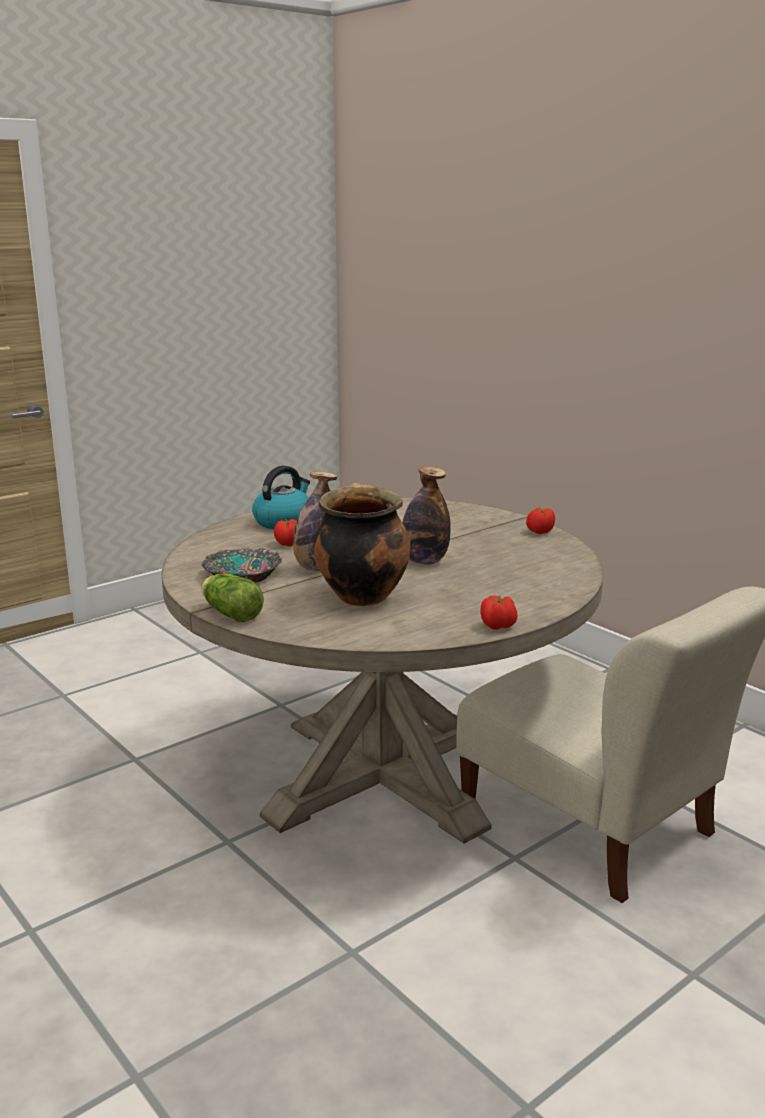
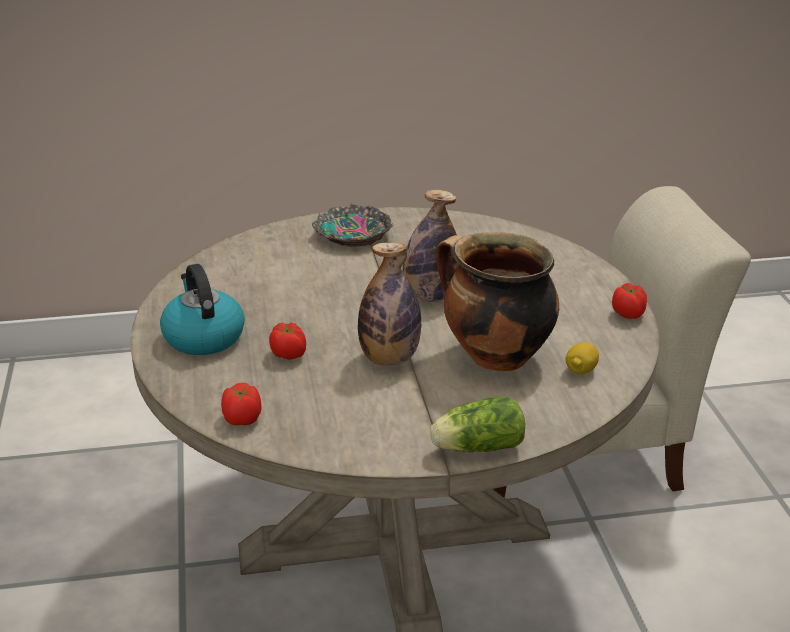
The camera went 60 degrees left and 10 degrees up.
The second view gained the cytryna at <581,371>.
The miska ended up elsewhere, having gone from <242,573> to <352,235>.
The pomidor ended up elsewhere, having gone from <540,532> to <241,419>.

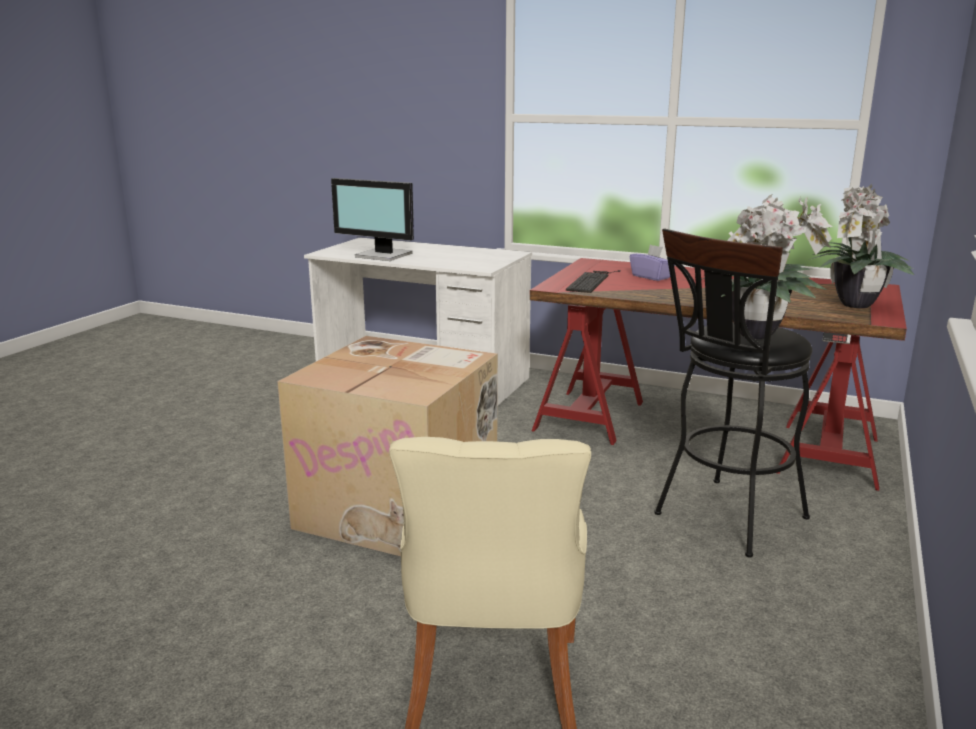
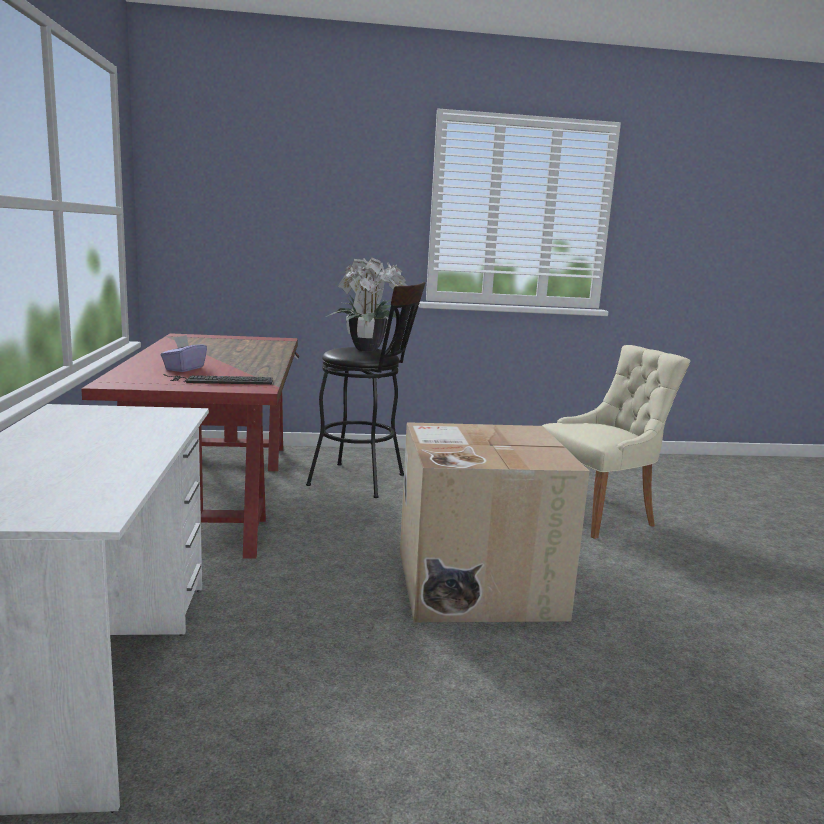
The camera went 120 degrees left and 5 degrees down.
The second view lost the monitor at <383,255>.
The second view lost the roślina doniczkowa at <853,305>.

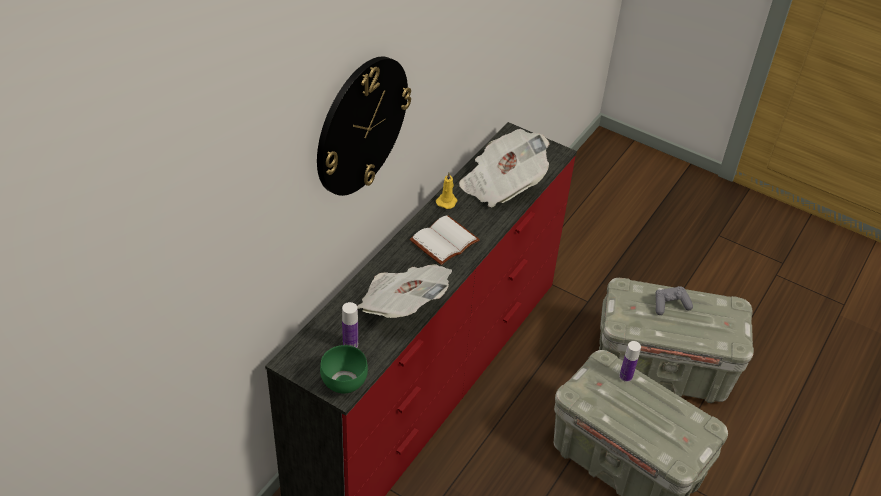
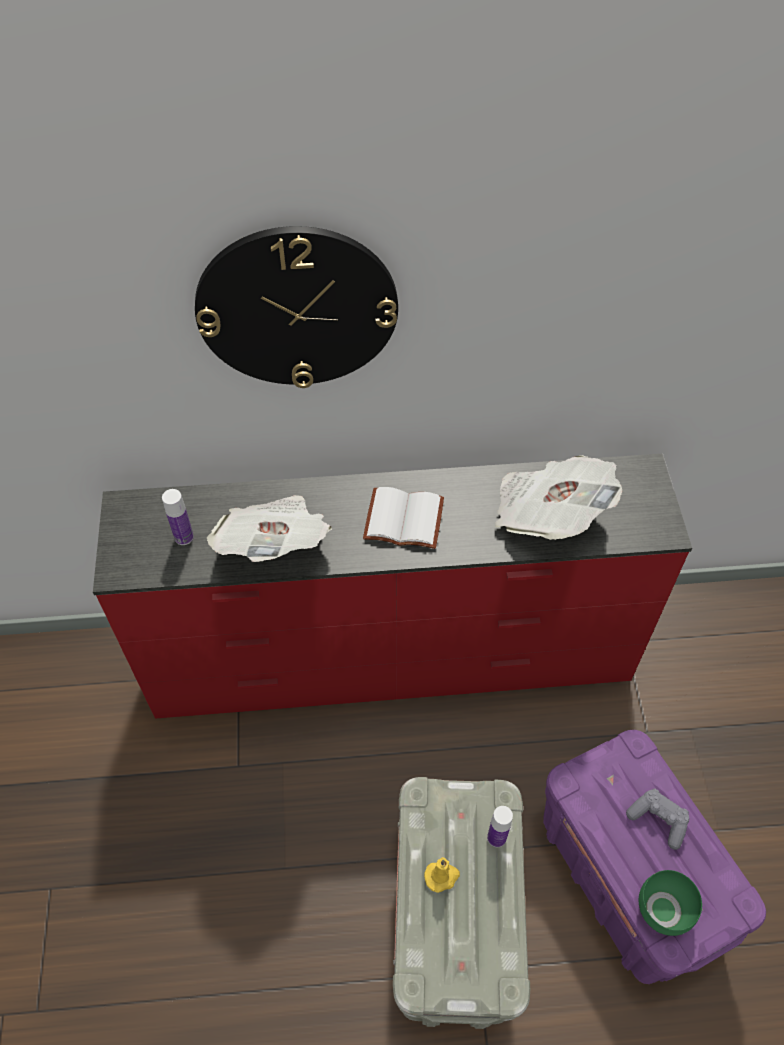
The camera went 55 degrees right and 10 degrees up.
The miska/zielony ended up elsewhere, having gone from <346,383> to <664,912>.
The świeca/żółty ended up elsewhere, having gone from <447,201> to <442,876>.
What was the pojemnik do przechowywania/szary at <663,369> turned into the pojemnik do przechowywania/fioletowy at <629,879>.

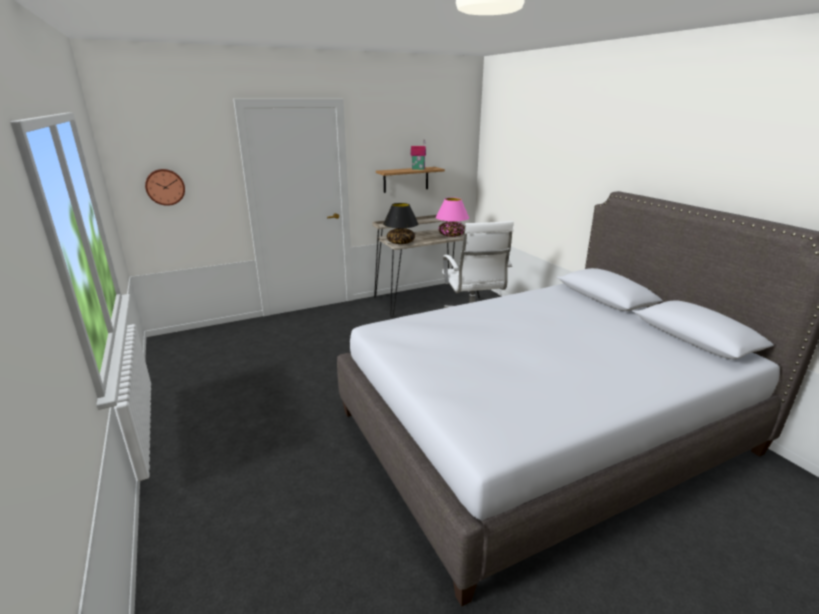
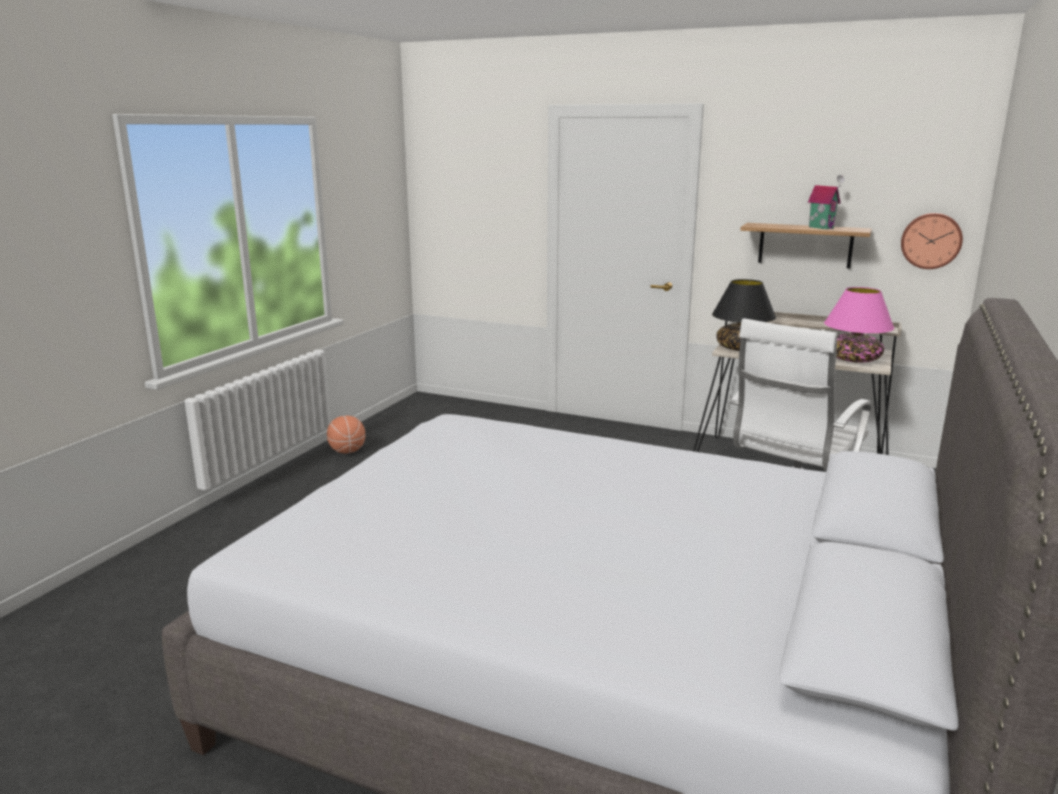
The camera went 50 degrees right and 5 degrees down.
The second view gained the piłka do koszykówki at <347,451>.
The zegar ścienny ended up elsewhere, having gone from <165,187> to <931,240>.

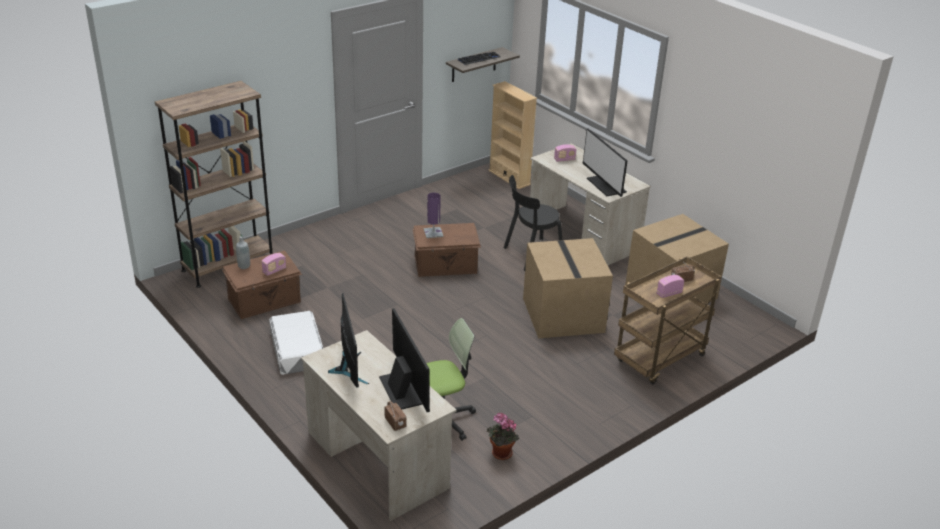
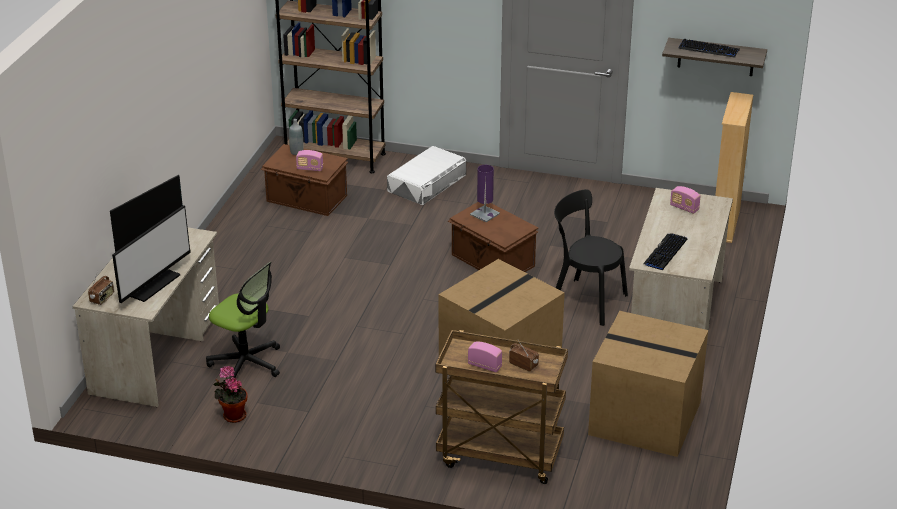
The camera went 55 degrees right and 0 degrees up.
The pojemnik do przechowywania/biały ended up elsewhere, having gone from <297,349> to <426,182>.
Where the monitor stood at <605,185>, the klawiatura came to stand at <665,252>.

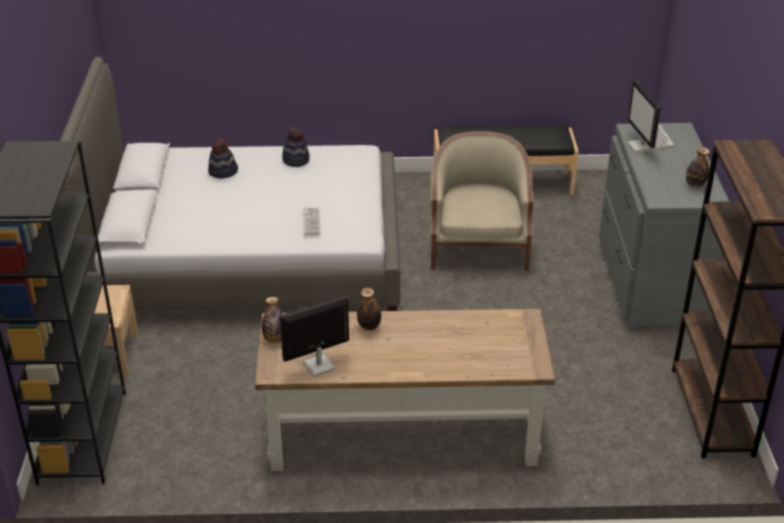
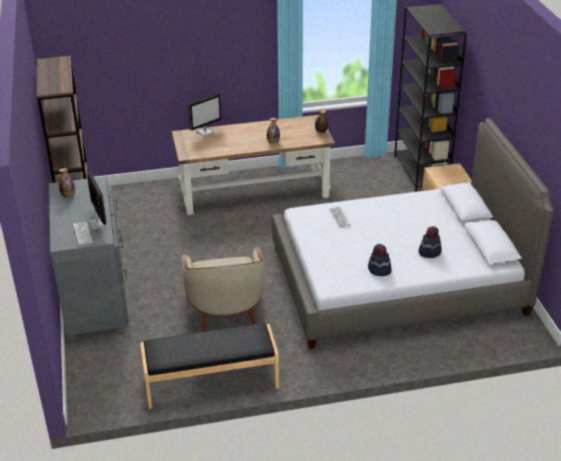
The camera went 170 degrees right and 0 degrees up.
The monitor ended up elsewhere, having gone from <318,365> to <205,132>.

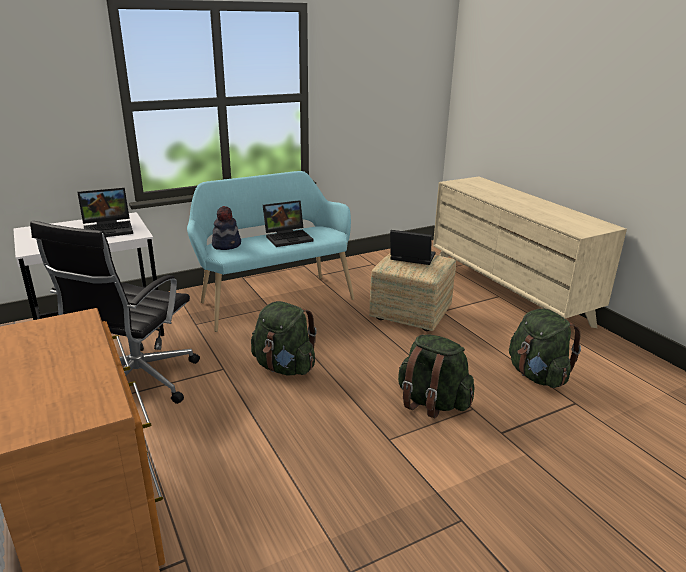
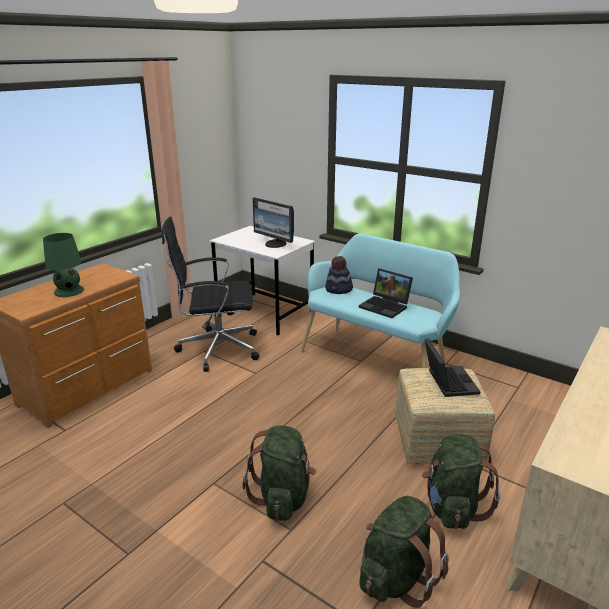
The camera went 65 degrees right and 0 degrees up.
The second view gained the lampa stołowa/zielony at <69,291>.
The plecak/zielony ended up elsewhere, having gone from <284,367> to <452,507>.
Where the laptop stood at <109,229>, the monitor came to stand at <275,244>.

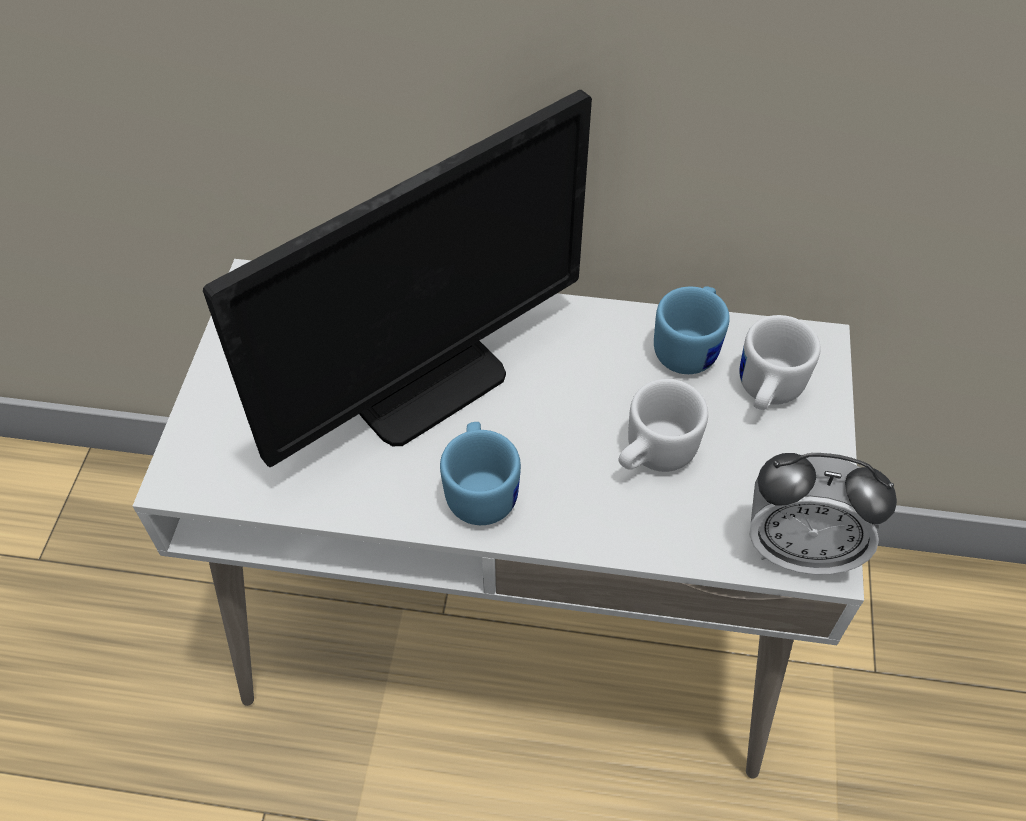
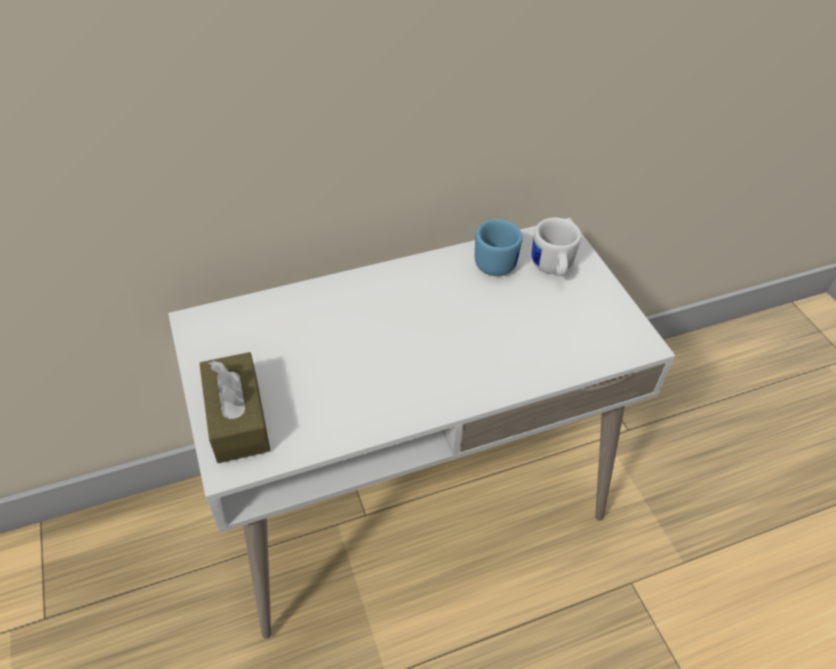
The camera went 30 degrees left and 5 degrees down.
The second view lost the monitor at <425,383>.
The second view lost the kubek/niebieski at <481,489>.
The second view lost the kubek/biały at <652,454>.
The second view lost the budzik at <799,549>.
The second view gained the pudełko chusteczek/brązowy at <237,418>.

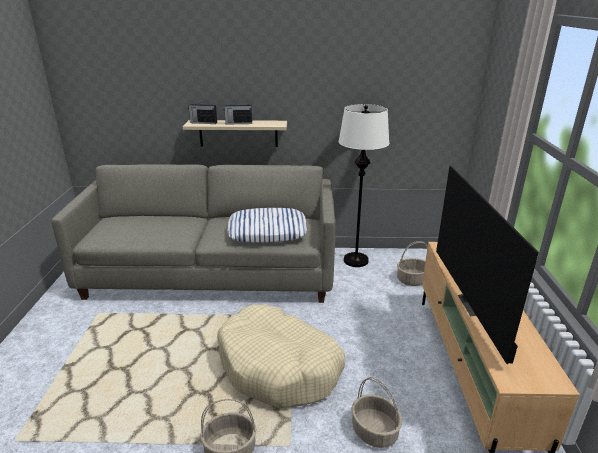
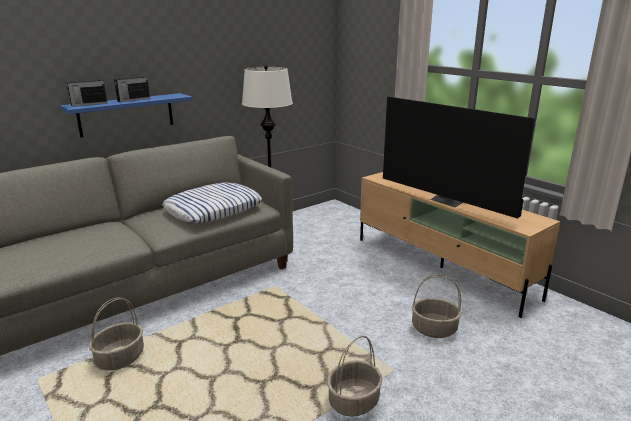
The camera went 40 degrees left and 5 degrees down.
The second view lost the legowisko/beżowy at <279,367>.
The koszyk ended up elsewhere, having gone from <412,280> to <120,358>.
What was the półka/beżowy at <238,133> turned into the półka/niebieski at <126,114>.

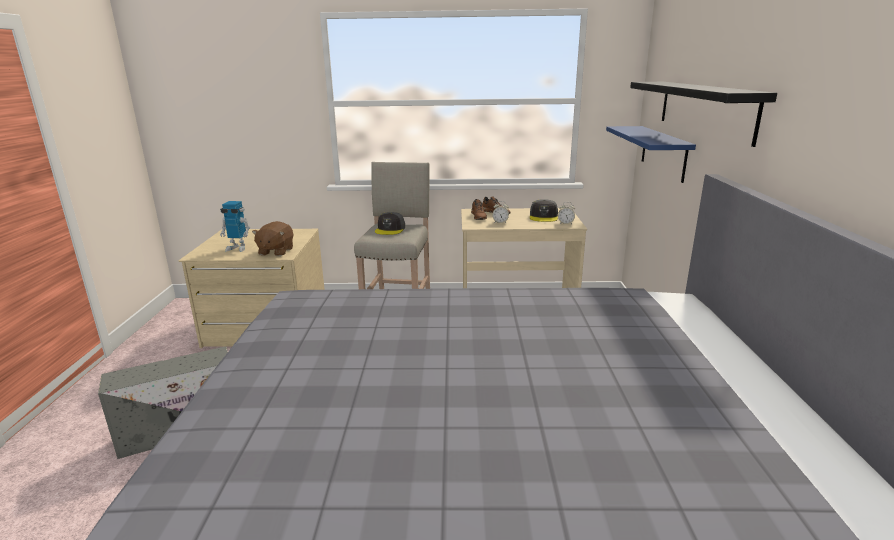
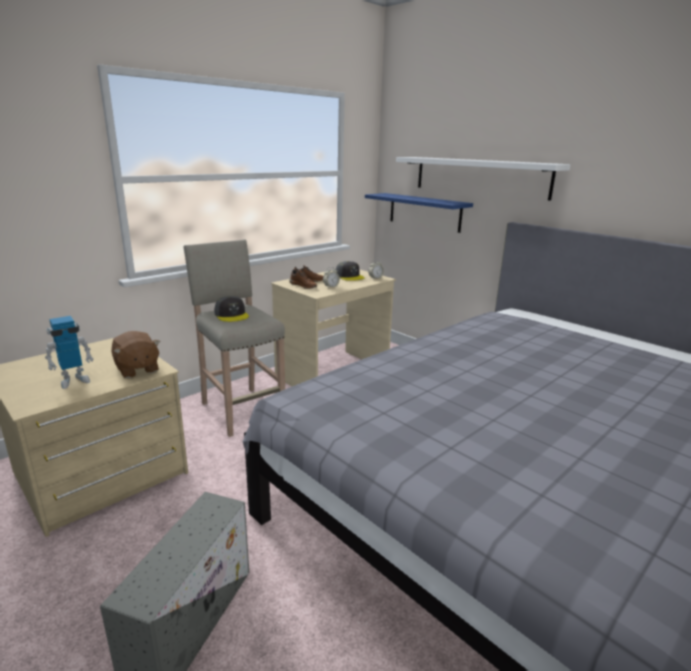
The camera went 45 degrees left and 0 degrees up.
What was the półka/czarny at <704,108> turned into the półka/biały at <480,176>.

